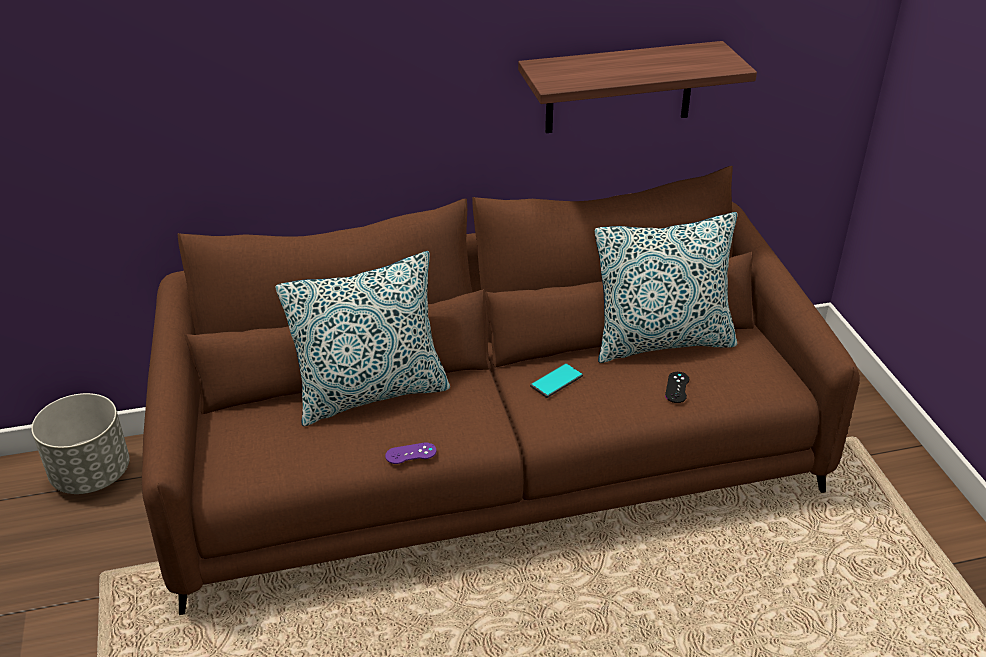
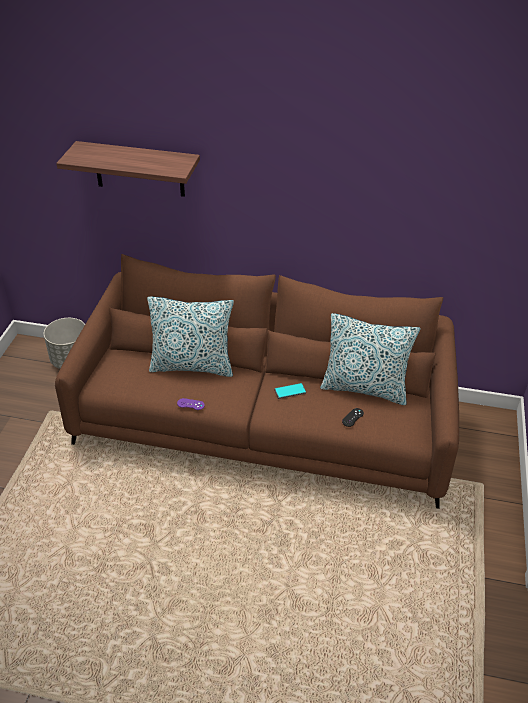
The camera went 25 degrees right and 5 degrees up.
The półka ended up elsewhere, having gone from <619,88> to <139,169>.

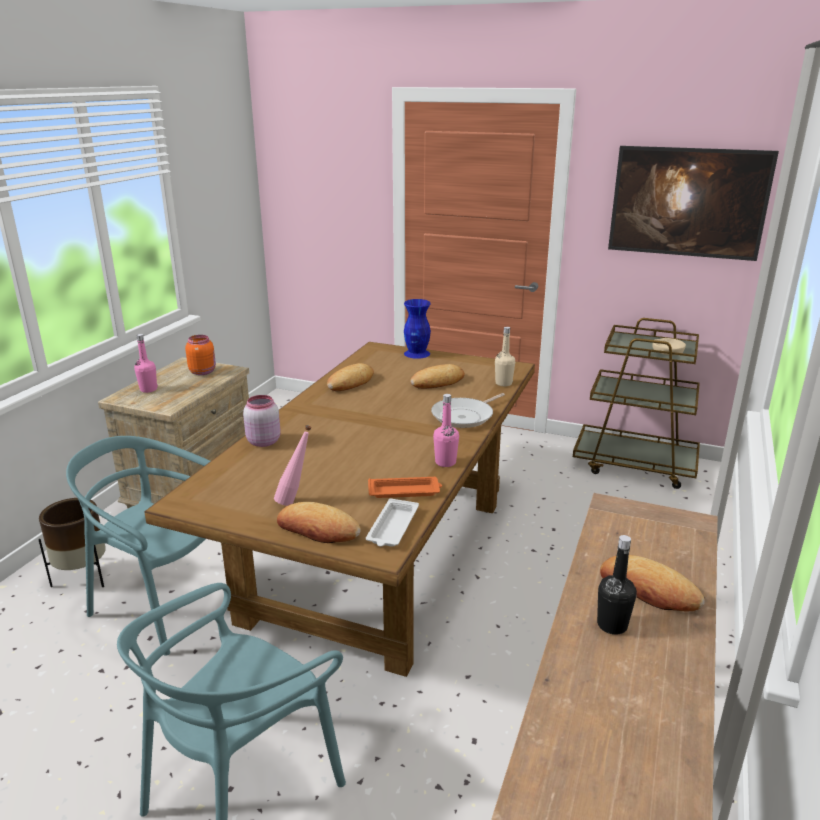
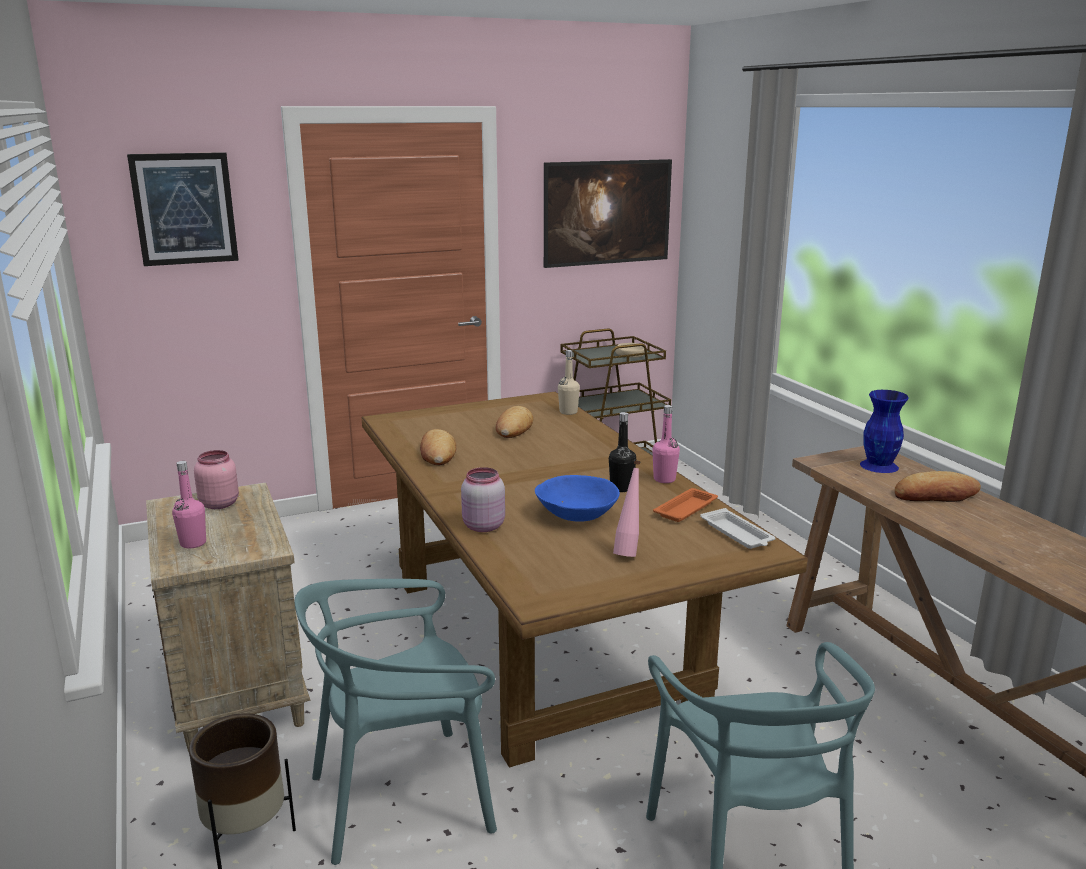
The camera went 45 degrees left and 5 degrees down.
The second view lost the chleb at <318,529>.
The second view lost the patelnia at <465,416>.
The second view gained the obraz at <184,209>.
The second view gained the miska/niebieski at <576,515>.
The wazon/niebieski ended up elsewhere, having gone from <417,354> to <880,466>.
The butelka/czarny ended up elsewhere, having gone from <612,625> to <621,488>.
What was the słoik/pomarańczowy at <203,371> turned into the słoik/różowy at <219,503>.

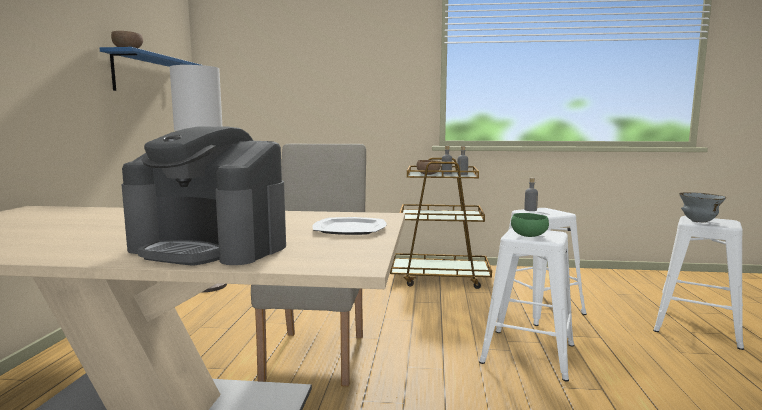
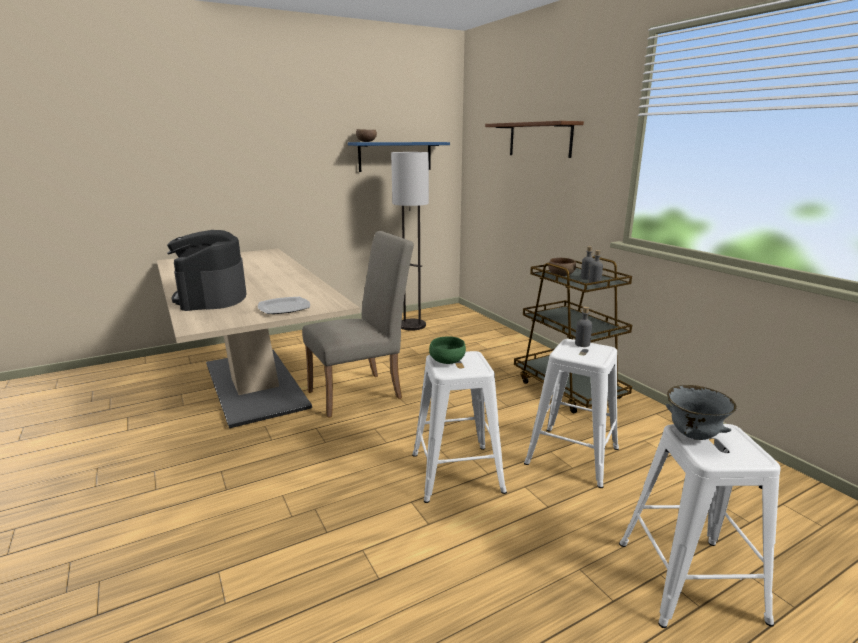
The camera went 55 degrees right and 10 degrees up.
The second view gained the półka/brązowy at <539,139>.

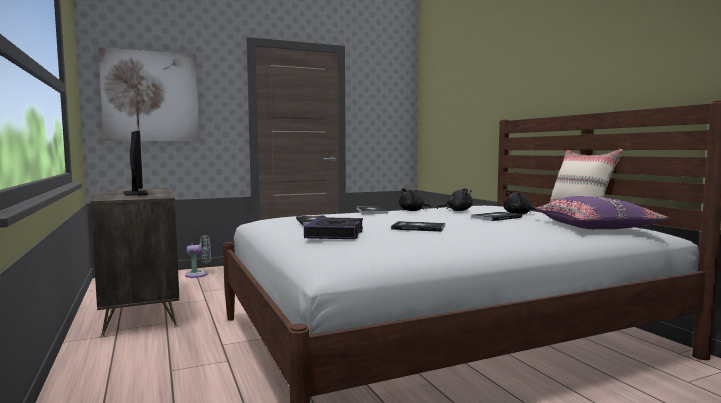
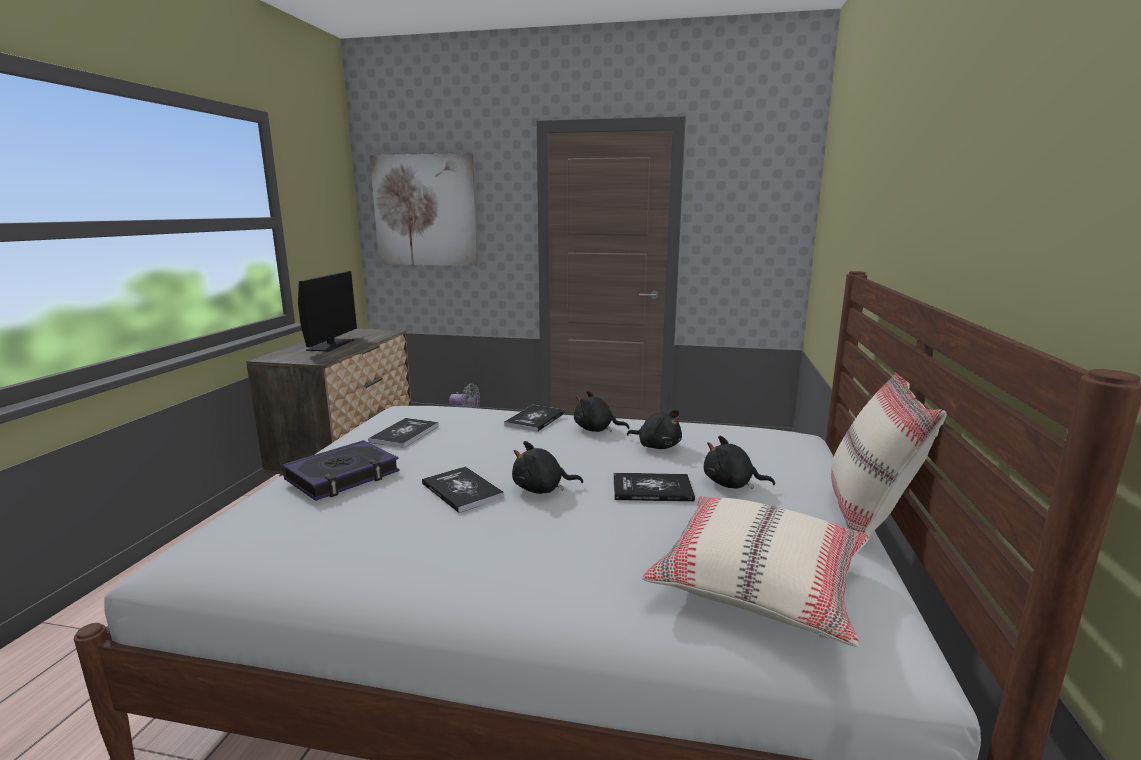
The camera went 35 degrees right and 10 degrees up.
The second view gained the pluszak/czarny at <542,489>.
What was the poduszka/fioletowy at <596,227> turned into the poduszka/beżowy at <760,582>.

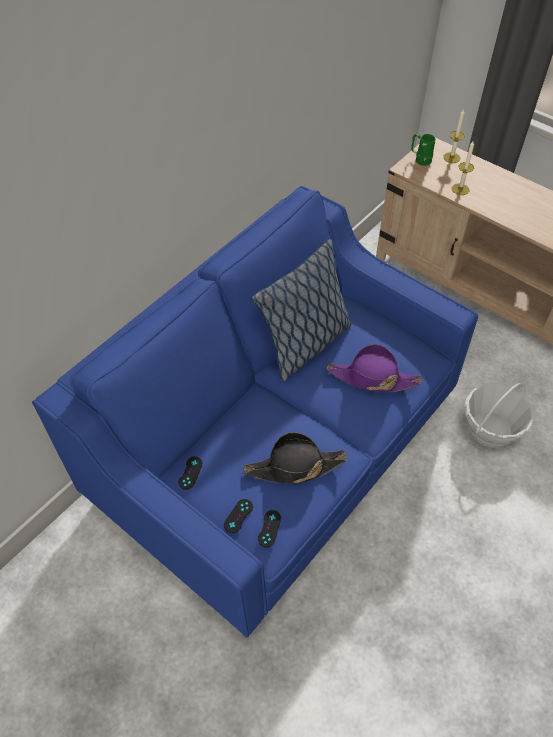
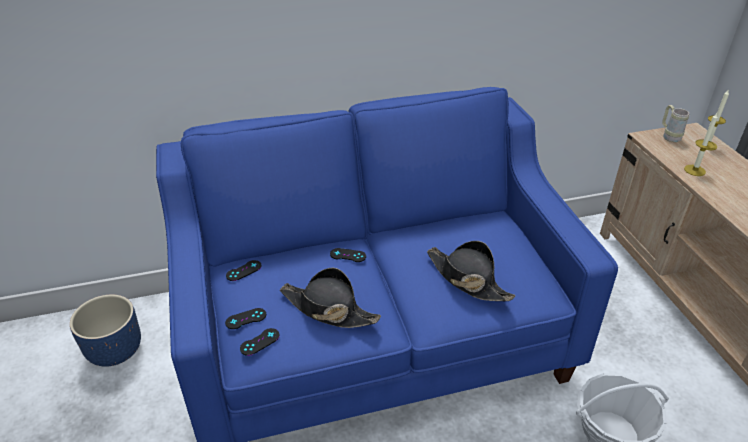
The camera went 35 degrees right and 15 degrees down.
The second view lost the poduszka at <305,345>.
The second view gained the donica/niebieski at <115,350>.
The second view gained the pad do gier/czarny at <348,255>.
What was the kapelusz/fioletowy at <372,378> turned into the kapelusz/czarny at <467,279>.
What was the kubek/zielony at <420,159> turned into the kubek/beżowy at <669,136>.

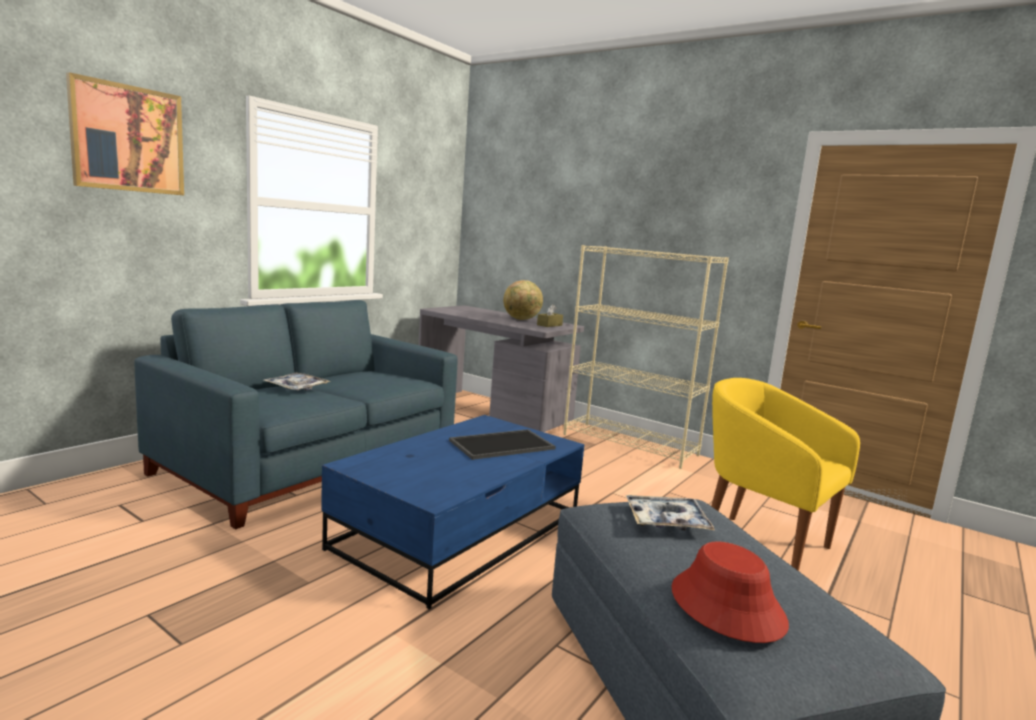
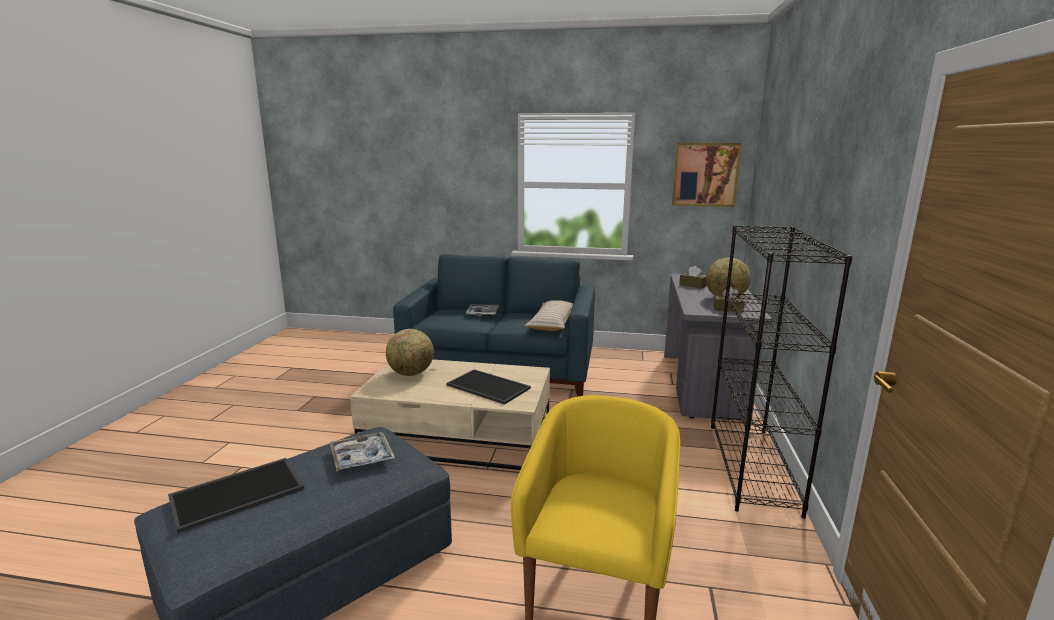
The camera went 65 degrees right and 5 degrees up.
The second view gained the globus at <411,373>.
The second view gained the poduszka/beżowy at <552,323>.
The second view gained the pudełko chusteczek/brązowy at <692,285>.
The obraz ended up elsewhere, having gone from <128,139> to <705,174>.
Where the kapelusz/czerwony stood at <726,606>, the taca came to stand at <238,492>.
What was the ława/niebieski at <460,530> turned into the ława/beżowy at <459,437>.
What was the regał/beżowy at <630,445> turned into the regał/czarny at <752,467>.

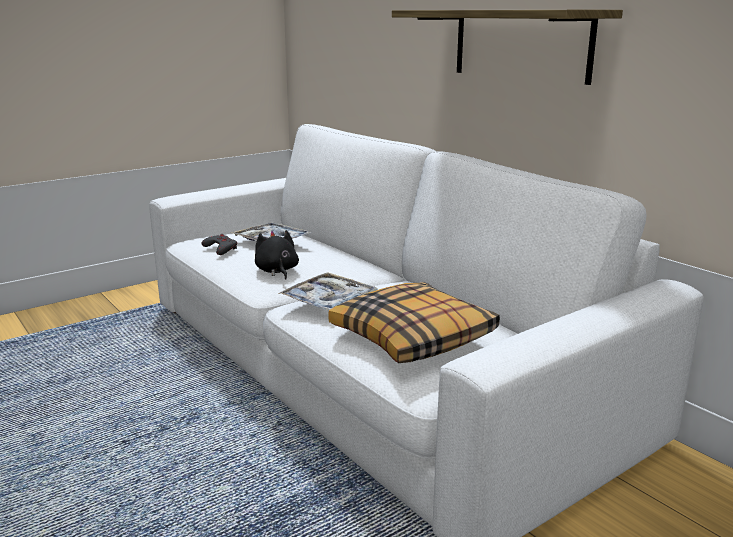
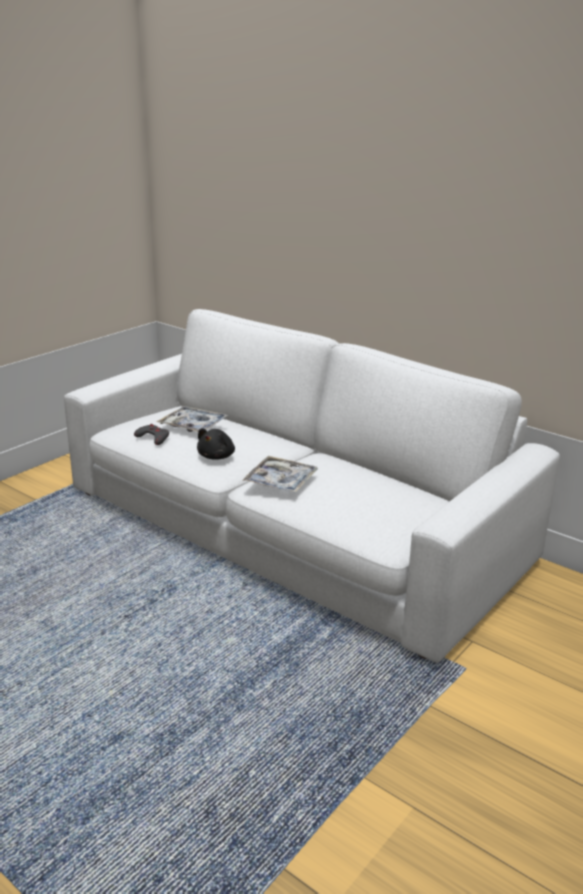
The camera went 15 degrees left and 5 degrees up.
The second view lost the poduszka at <413,338>.
The second view lost the półka at <520,44>.
The pluszak/czarny at <277,271> ended up facing another way, 120 degrees counterclockwise from before.

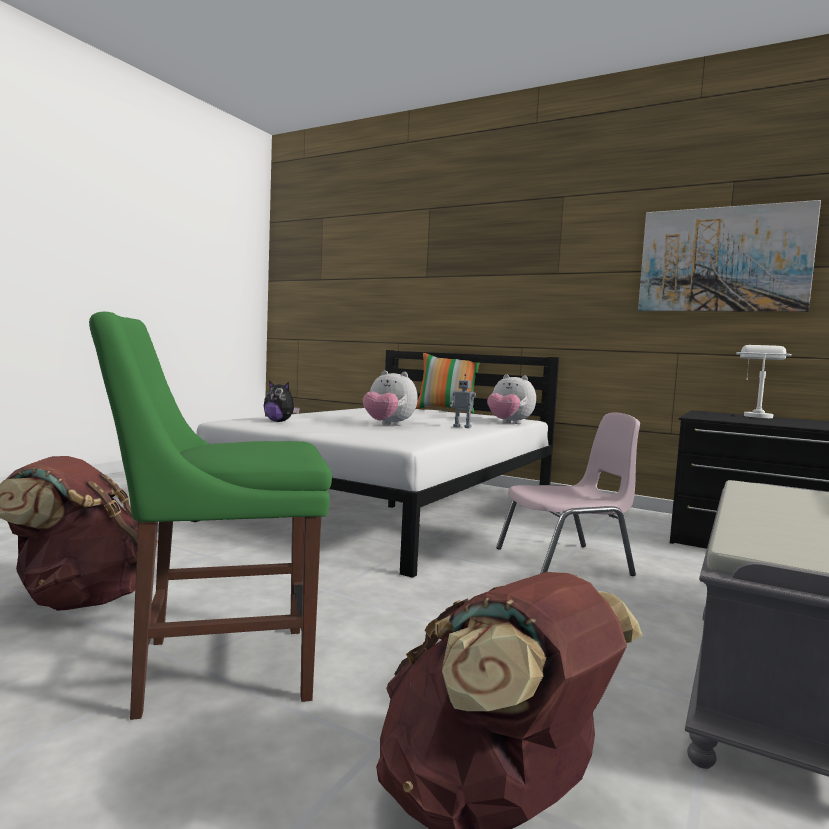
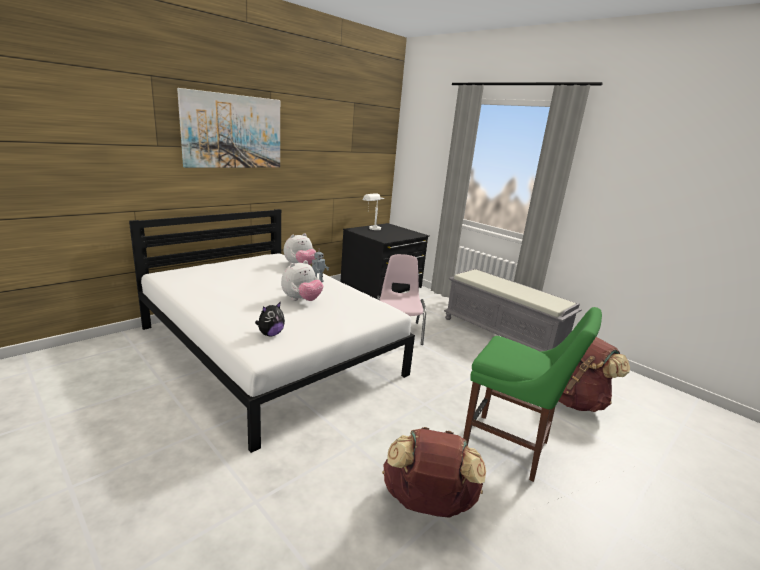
The camera went 75 degrees left and 15 degrees up.
The second view lost the poduszka at <446,410>.
The obraz ended up elsewhere, having gone from <723,260> to <233,131>.
The krzesło/zielony at <215,668> ended up facing another way, 60 degrees counterclockwise from before.

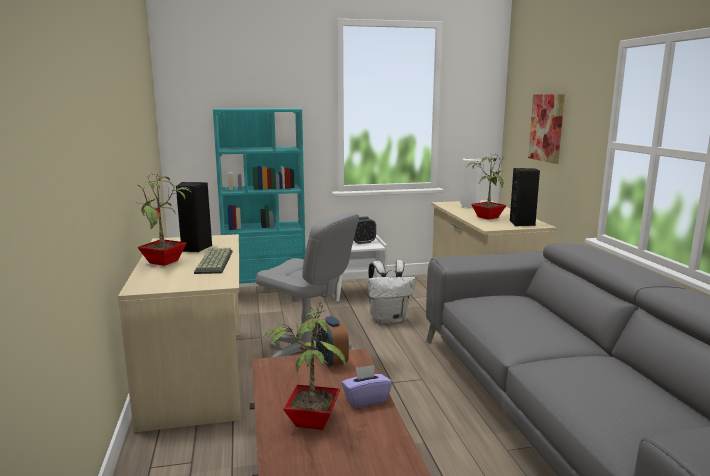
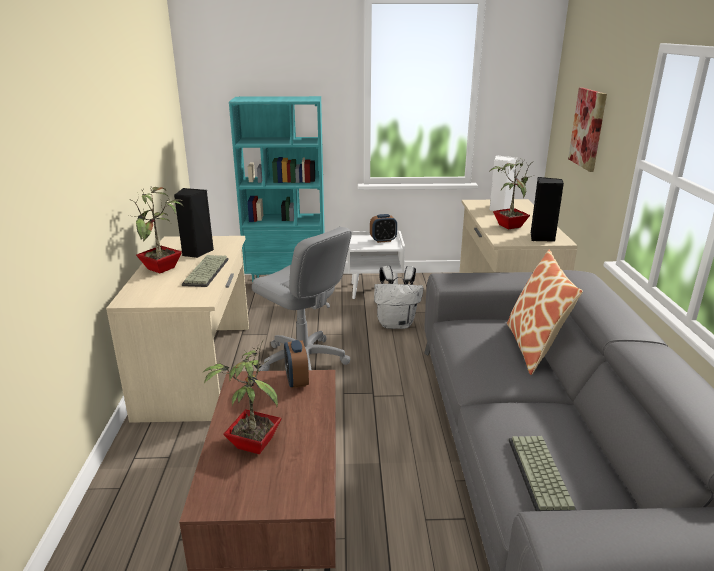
The camera went 10 degrees right and 10 degrees up.
The second view lost the pudełko chusteczek/fioletowy at <366,400>.
The second view gained the poduszka at <534,347>.
The second view gained the klawiatura at <542,475>.

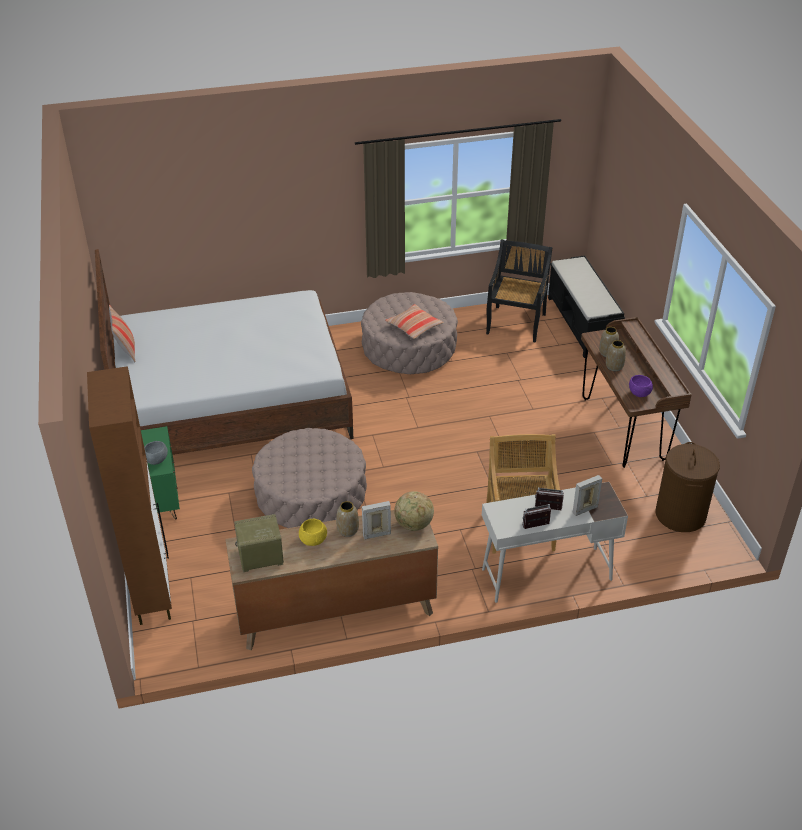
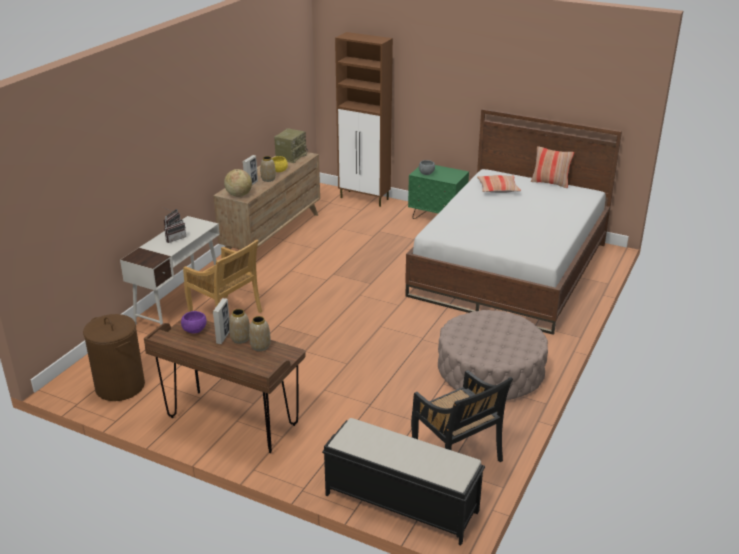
The camera went 130 degrees right and 10 degrees down.
The second view lost the pufa/beżowy at <311,494>.
The poduszka ended up elsewhere, having gone from <414,326> to <498,189>.
The ramka na zdjęcie ended up elsewhere, having gone from <585,510> to <223,337>.

